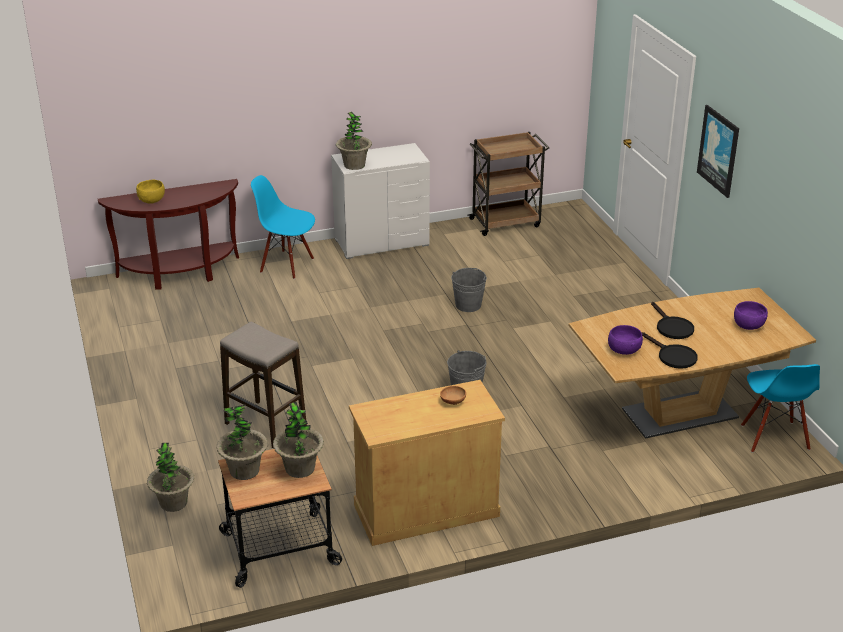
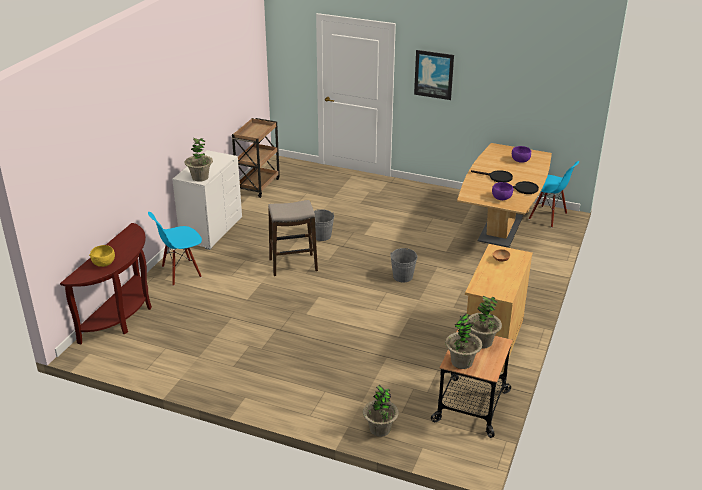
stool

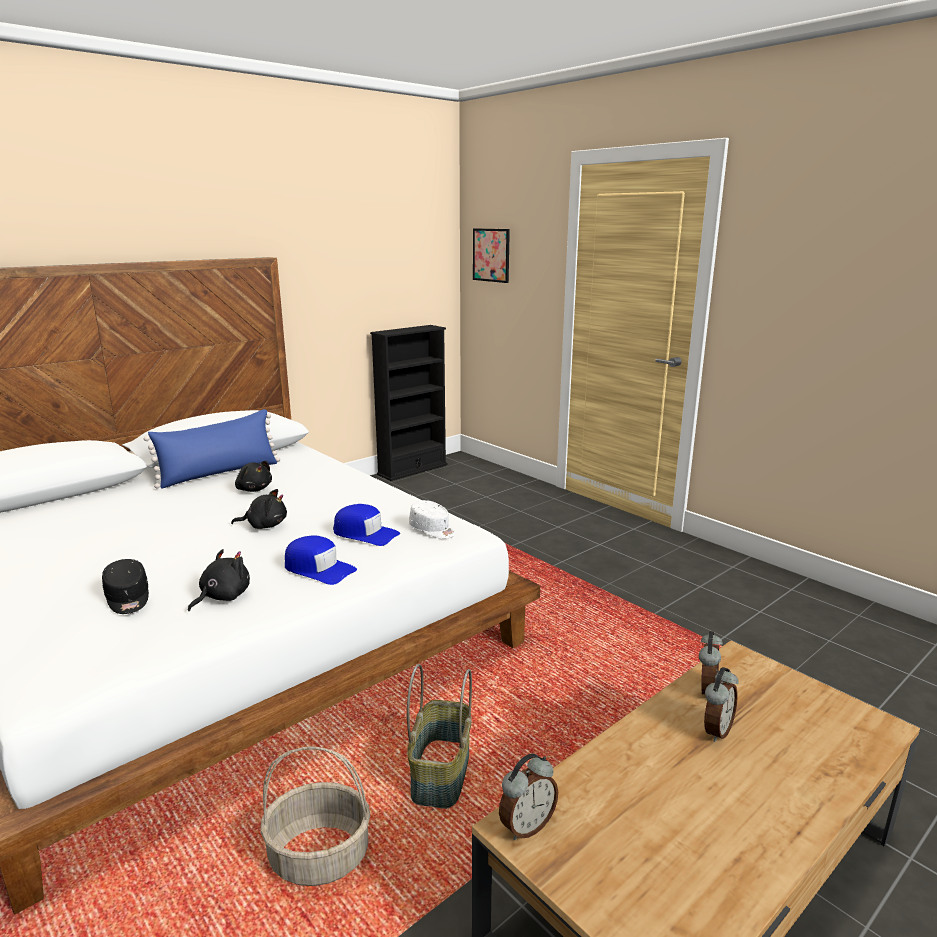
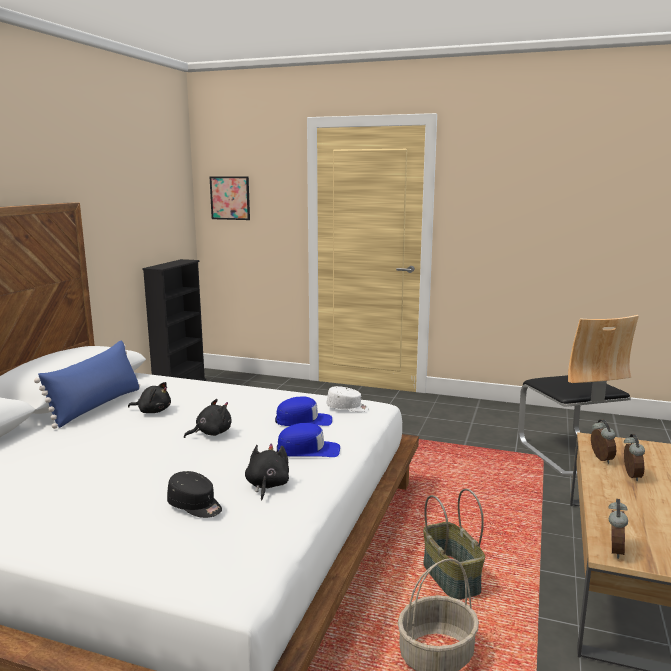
chair

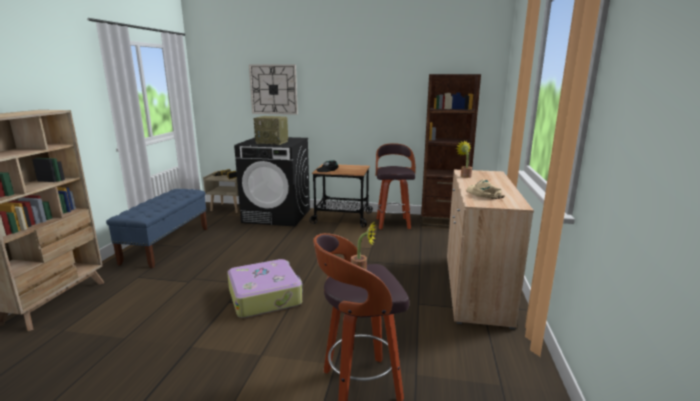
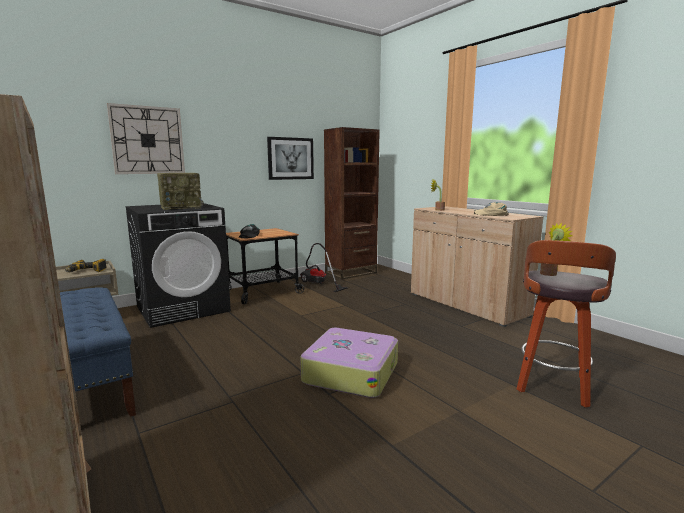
picture
vacuum cleaner

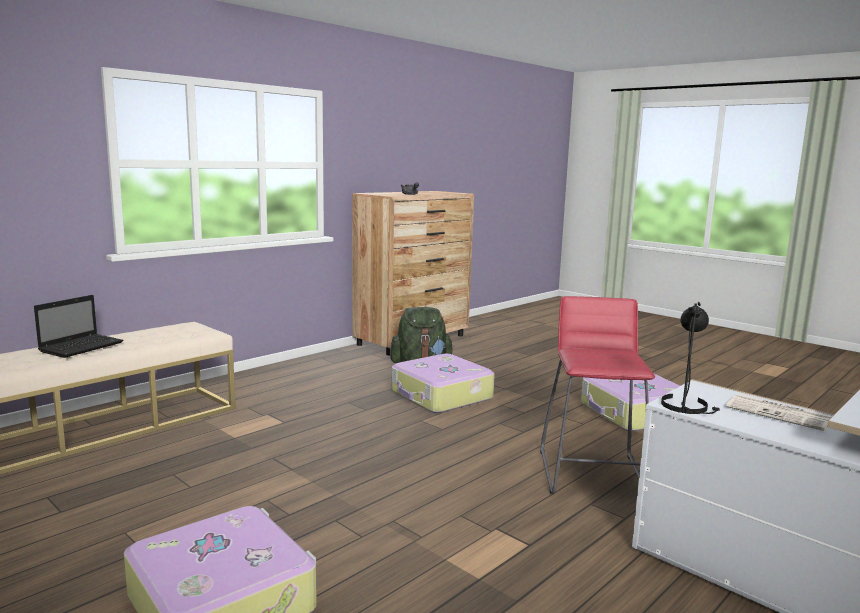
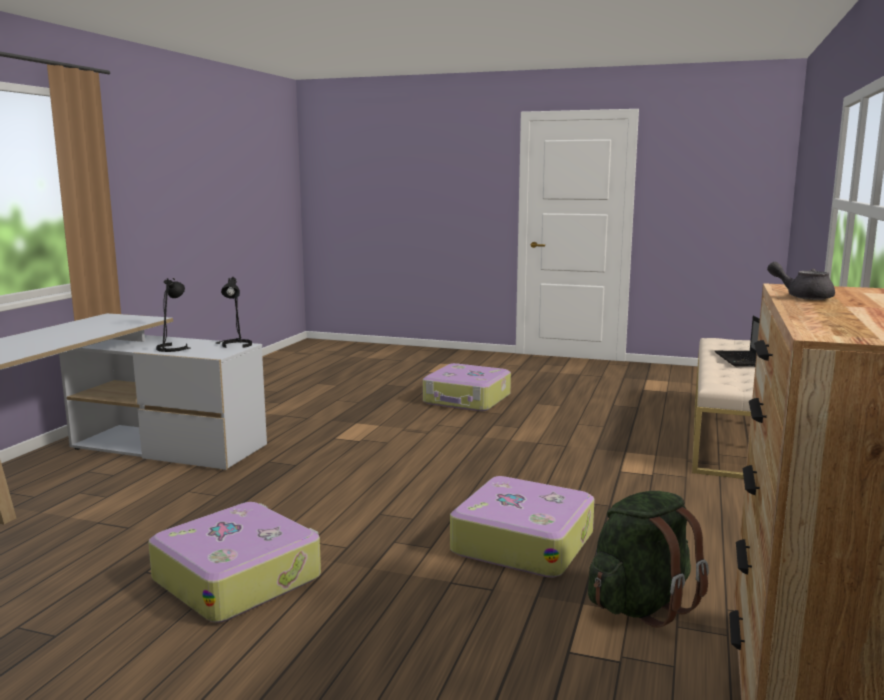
red-coloured stool
blackish tabletop lamp (no. 1 from left)

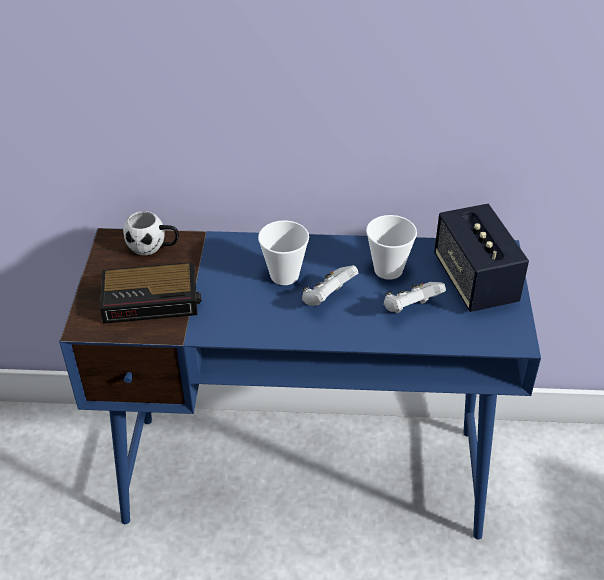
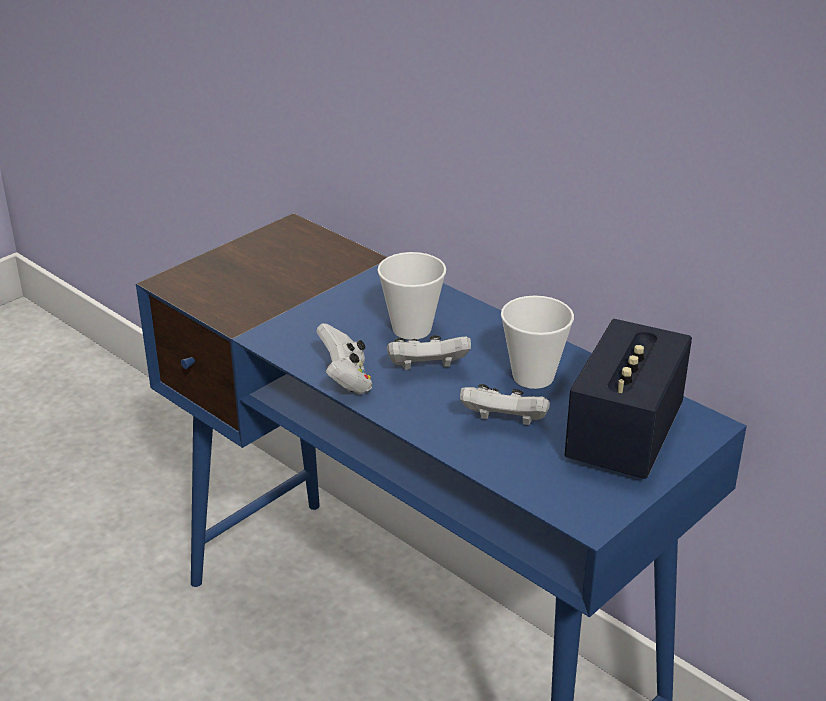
table clock
white-coloured coffee mug
white-coloured joypad (no. 1 from left)

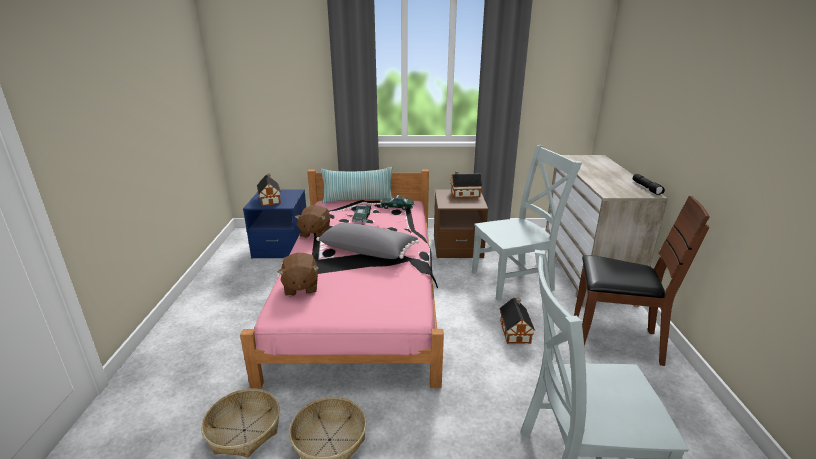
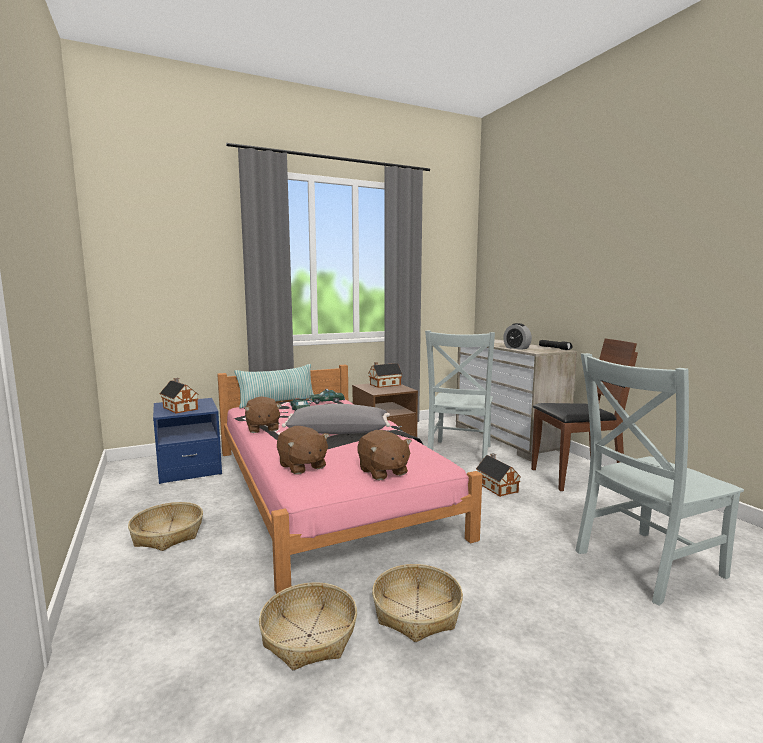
basket (no. 1 from left)
brownish cuddly toy (no. 3 from left)
table clock
greyish chair (no. 1 from left)

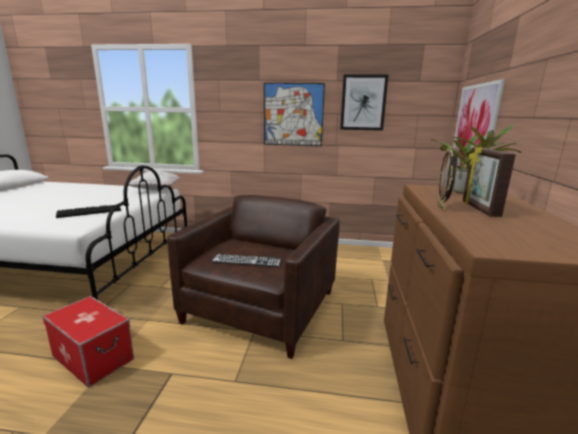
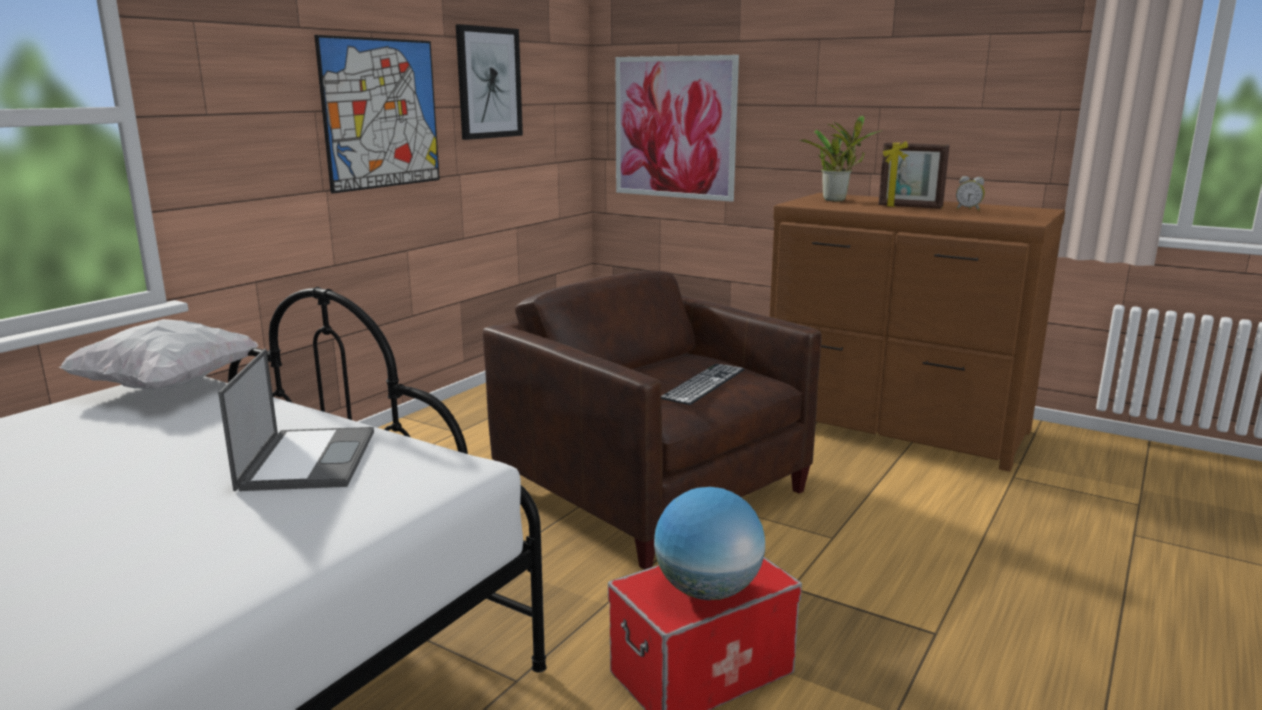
photo frame (no. 1 from left in the first image)
globe
table clock
notebook computer

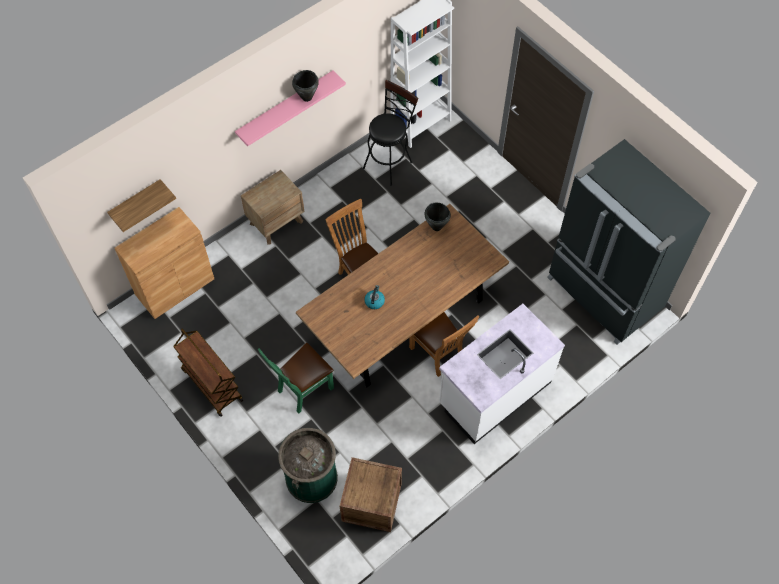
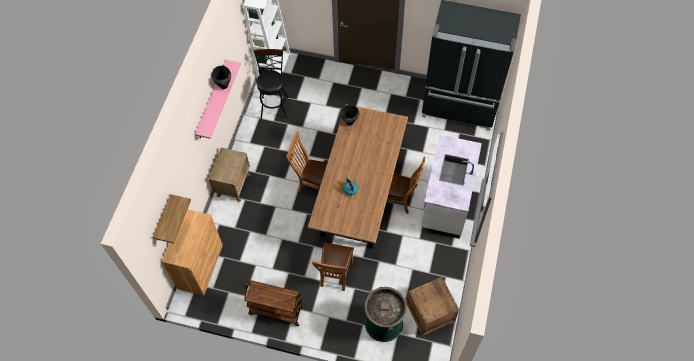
brownish chair (no. 2 from left)

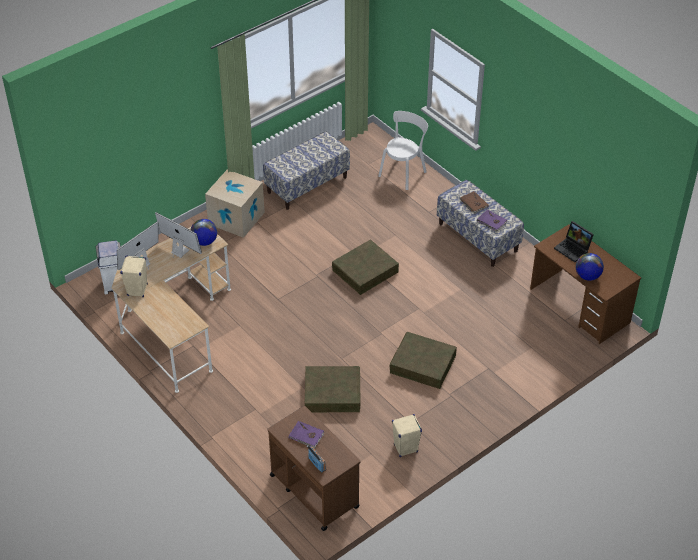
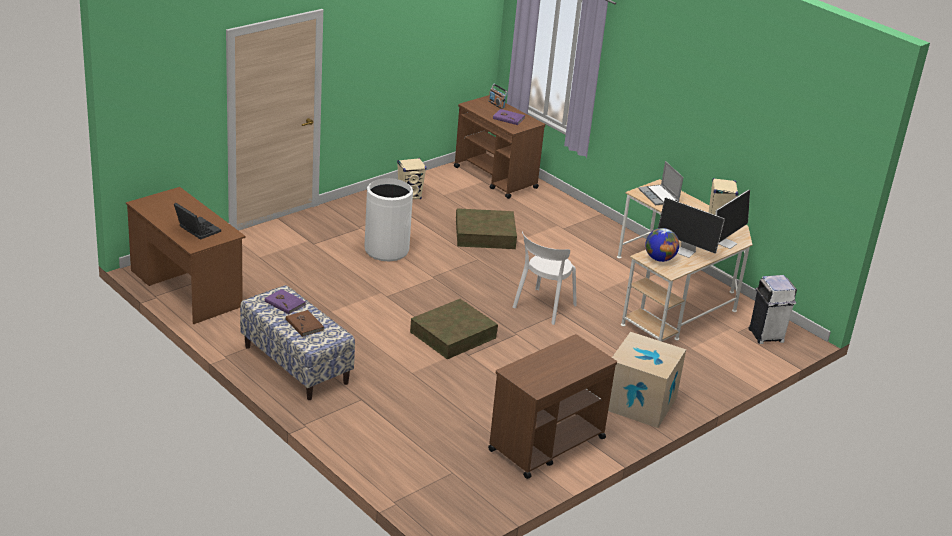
globe (no. 2 from left in the first image)
notebook computer (no. 2 from left)
white-coloured chair
brownish cart (no. 2 from left)
white-coloured rubbish bin (no. 1 from left)

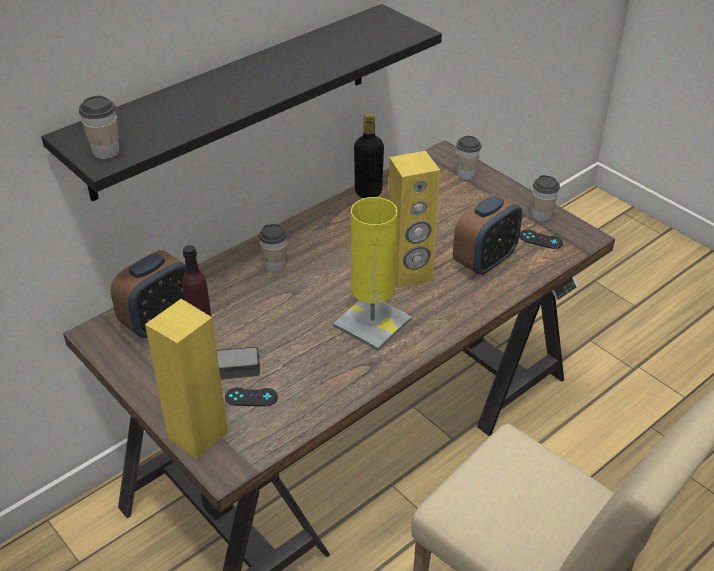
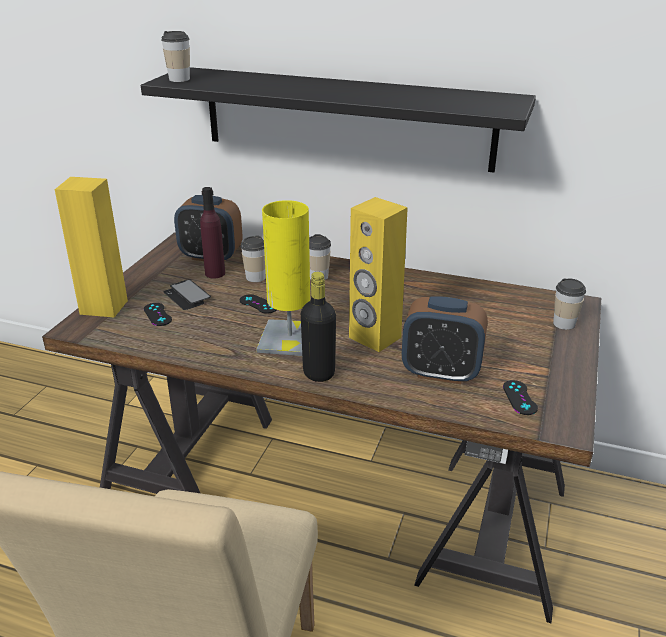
blackish joypad (no. 2 from left)
blackish drink bottle
drinking cup (no. 2 from left)

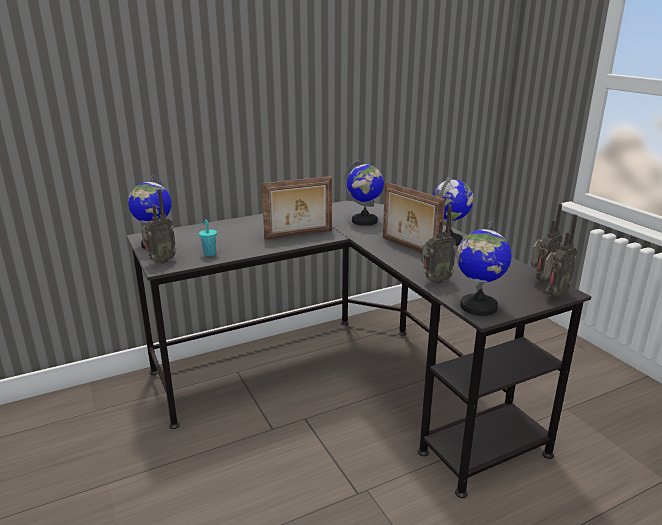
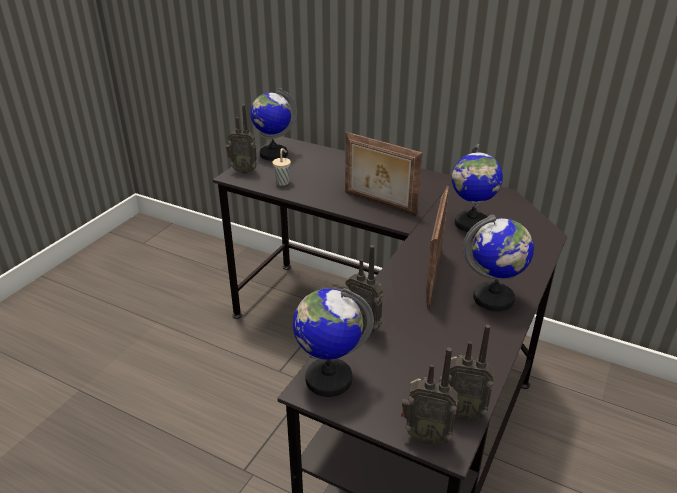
beige-coloured drinking cup

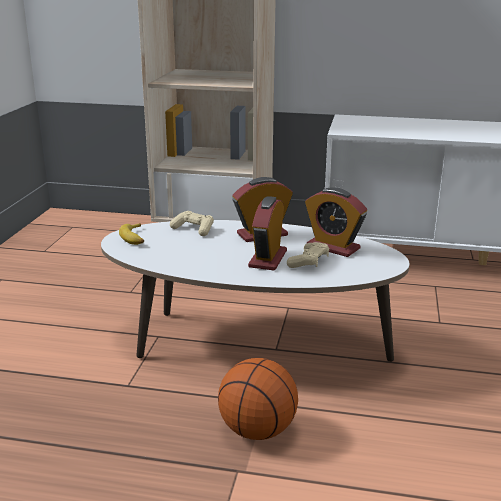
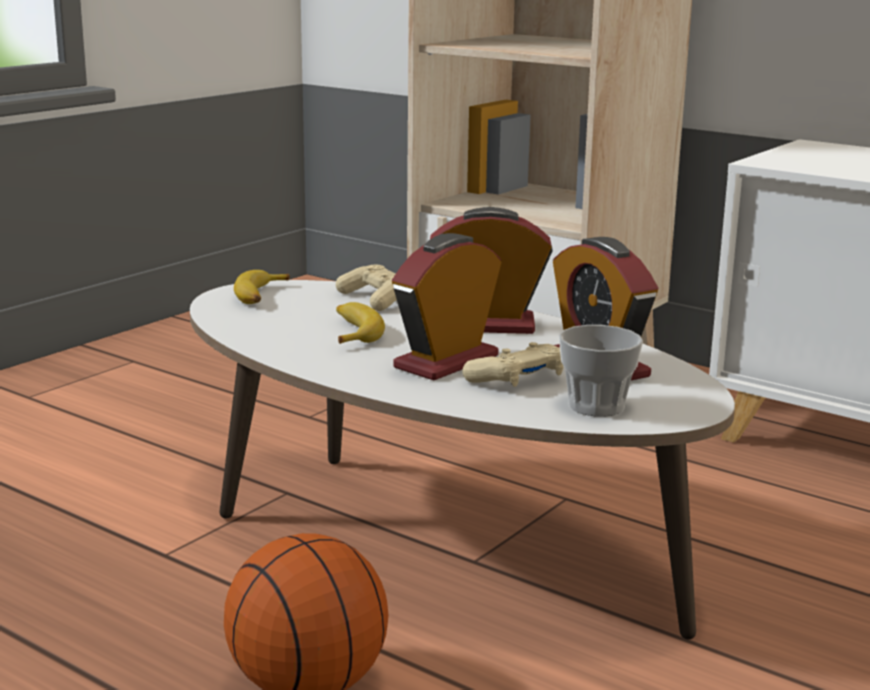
banana fruit (no. 2 from left)
drinking cup

